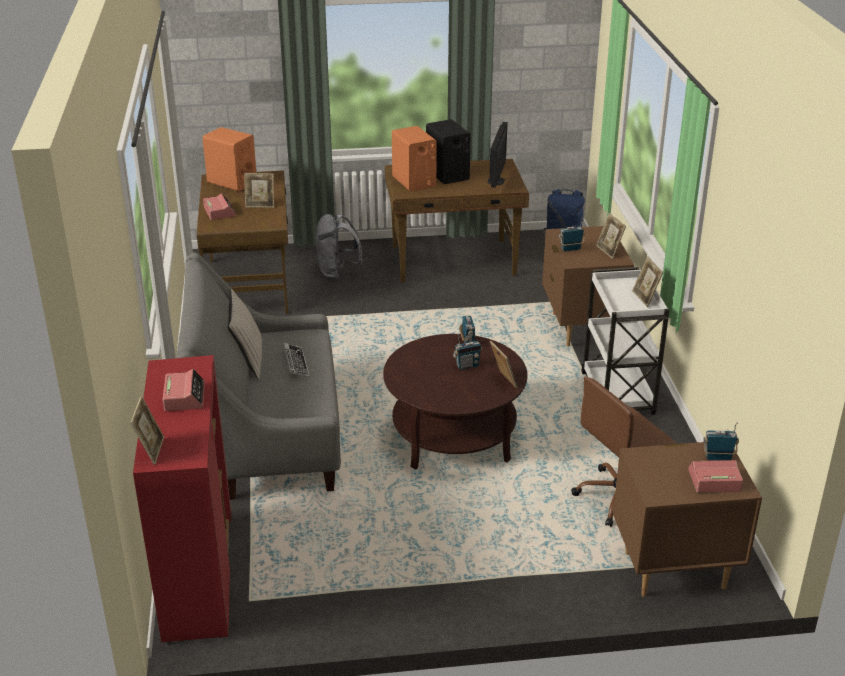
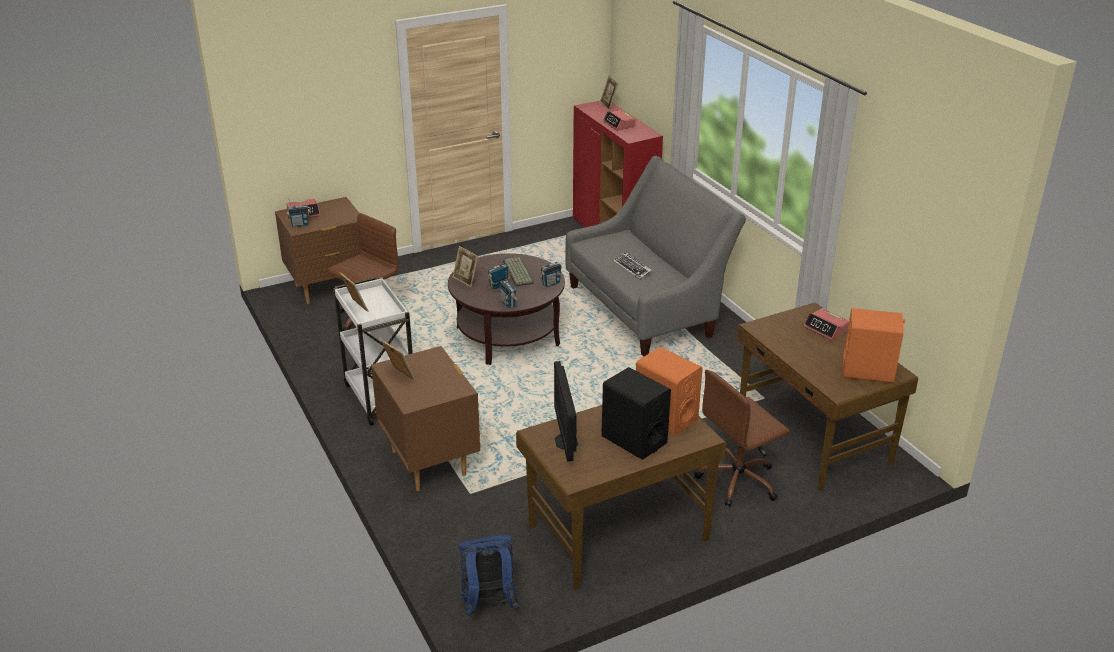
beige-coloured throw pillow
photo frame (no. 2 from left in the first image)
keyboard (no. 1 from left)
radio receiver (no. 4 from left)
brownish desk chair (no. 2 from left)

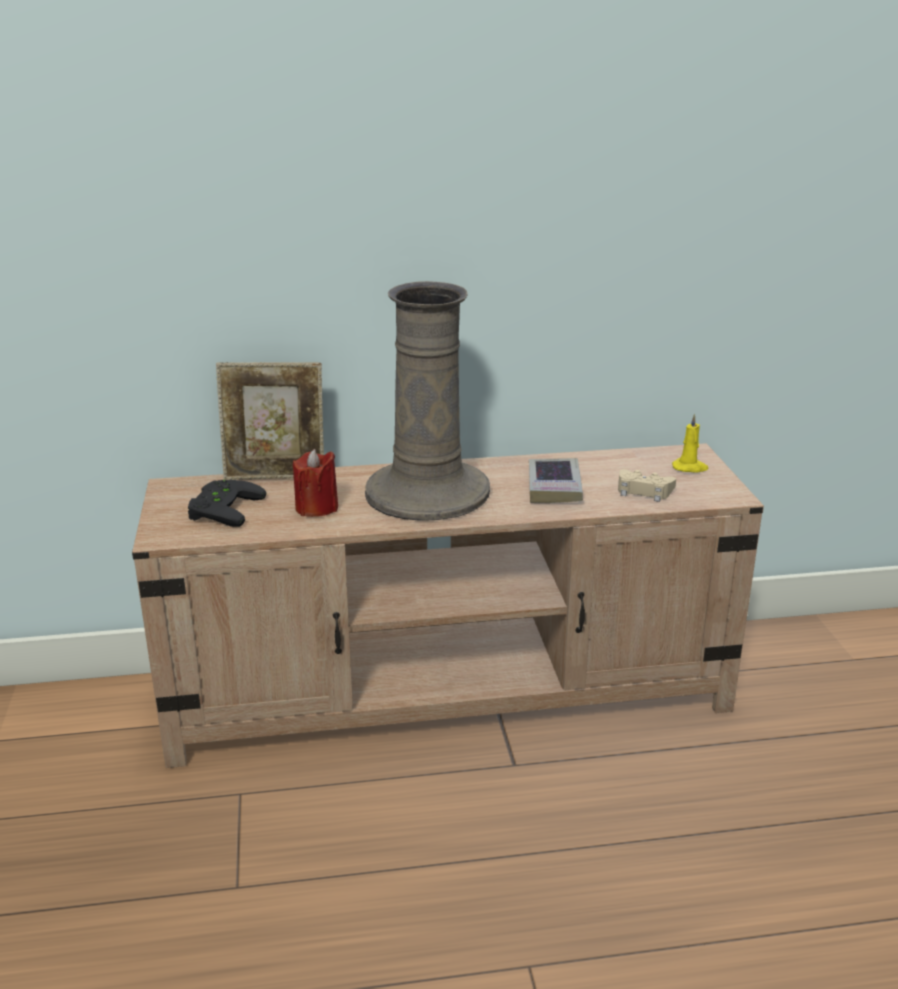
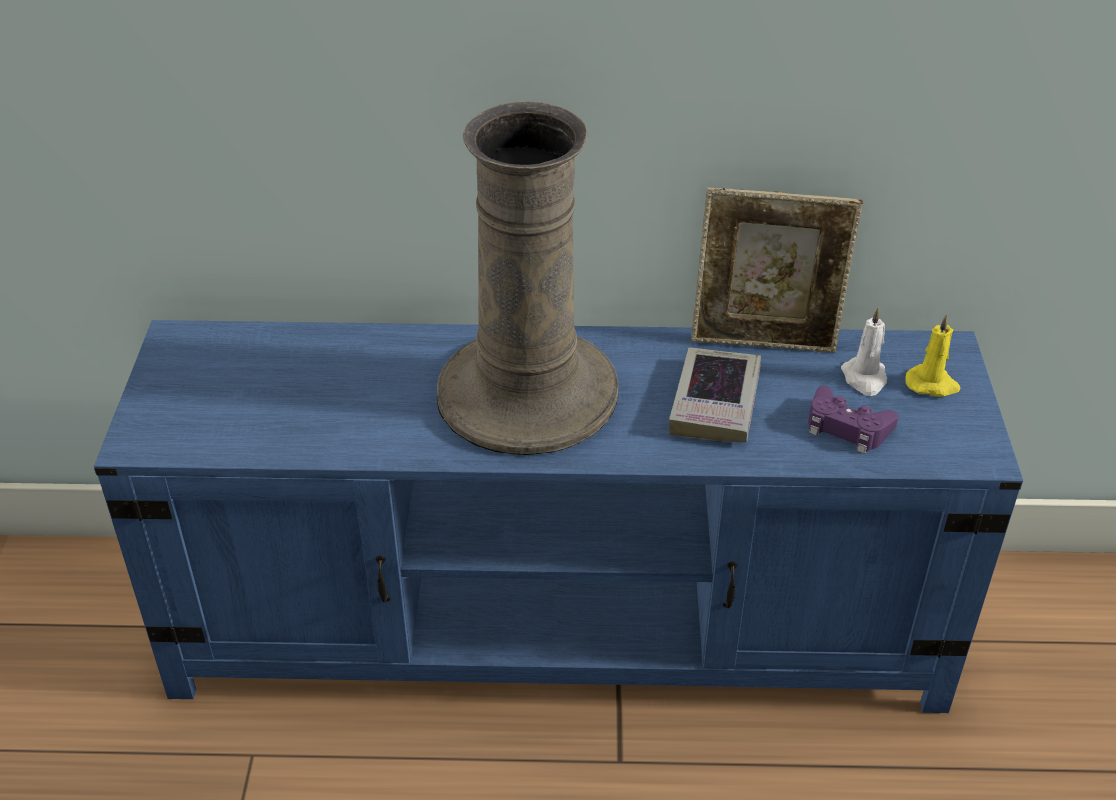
blackish joypad
red-coloured candle
white-coloured candle
photo frame
bluish media console
purplish joypad

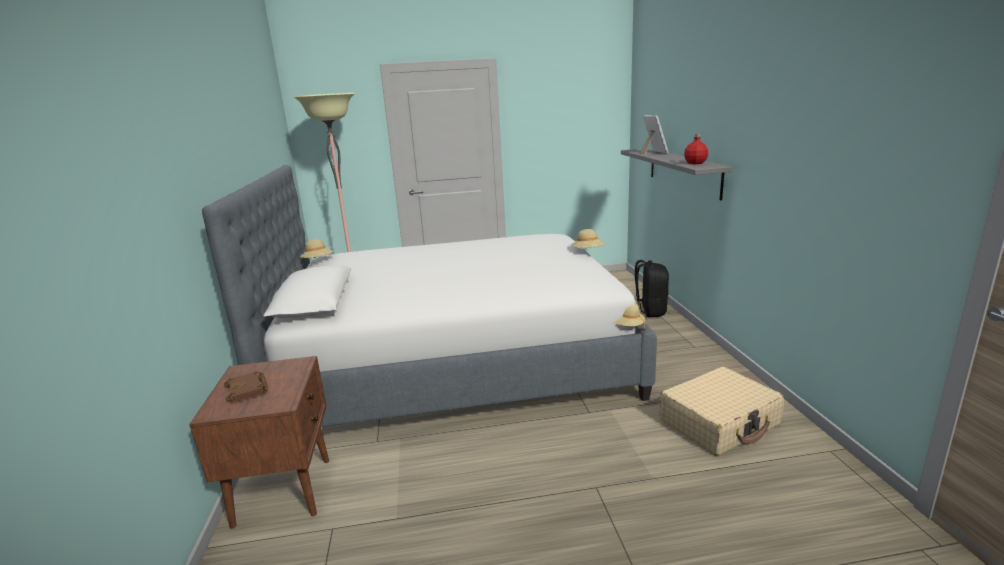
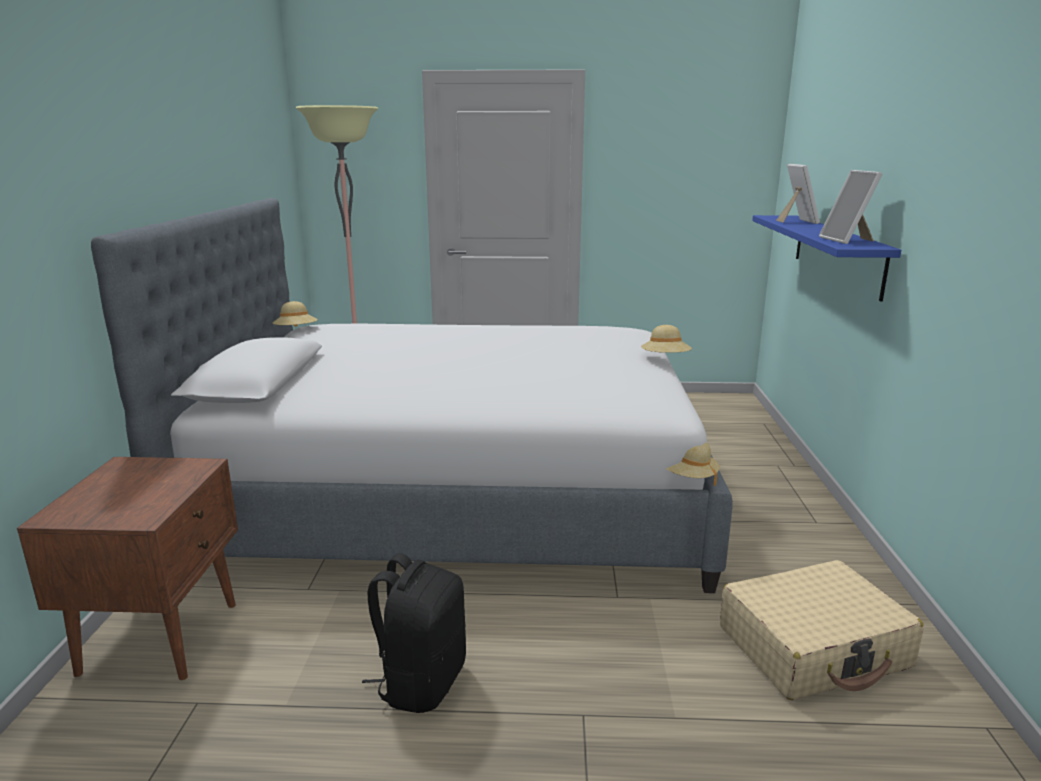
brownish bound book
blackish backpack
photo frame (no. 2 from left)
bluish shelf

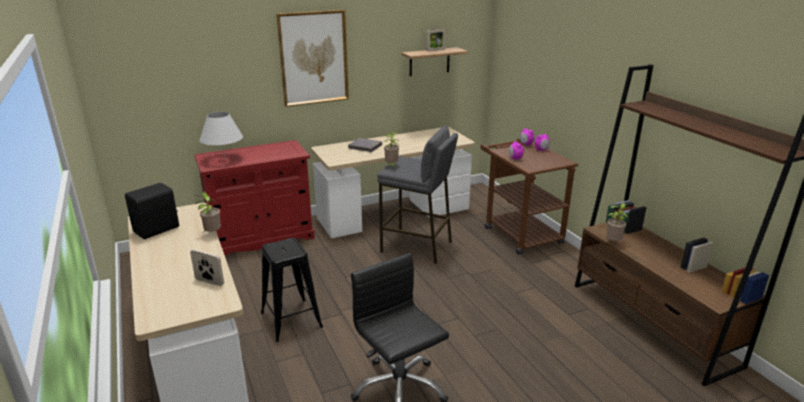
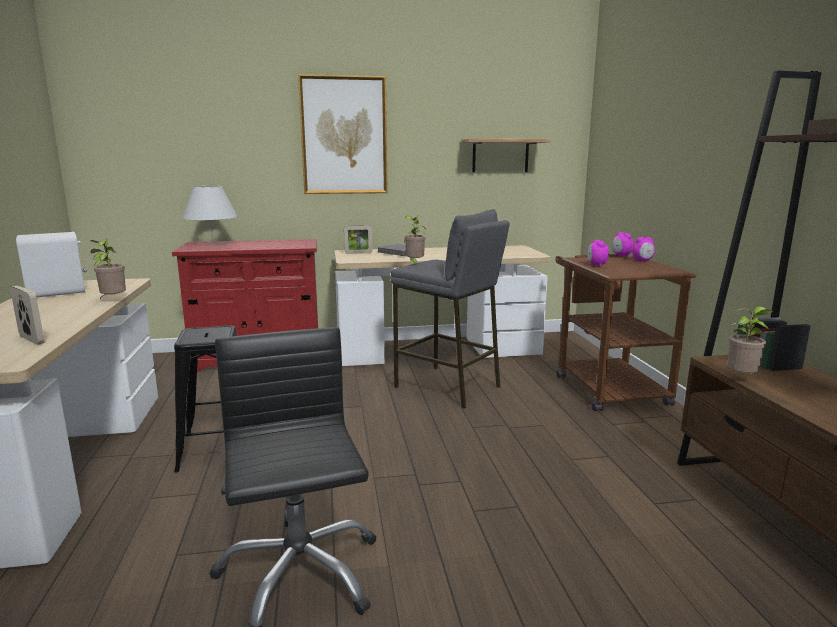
photo frame (no. 2 from left)
white-coloured loudspeaker

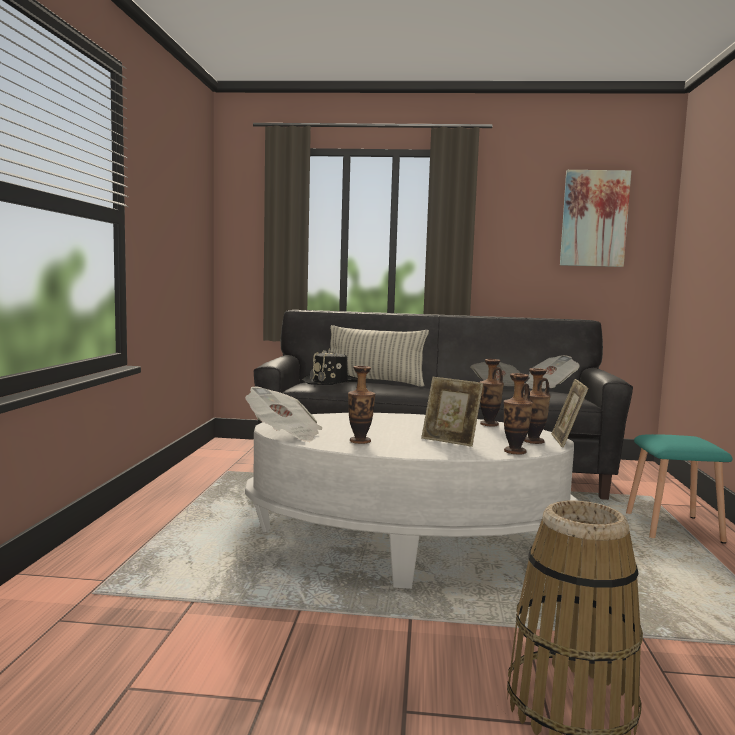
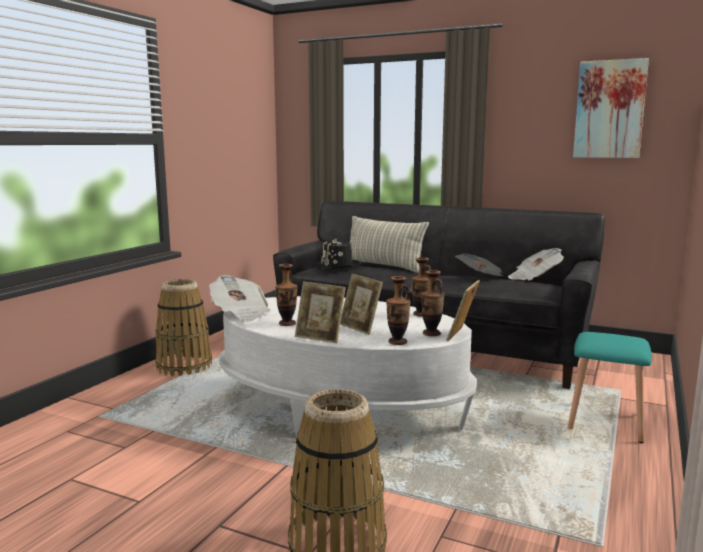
basket (no. 1 from left)
photo frame (no. 1 from left)

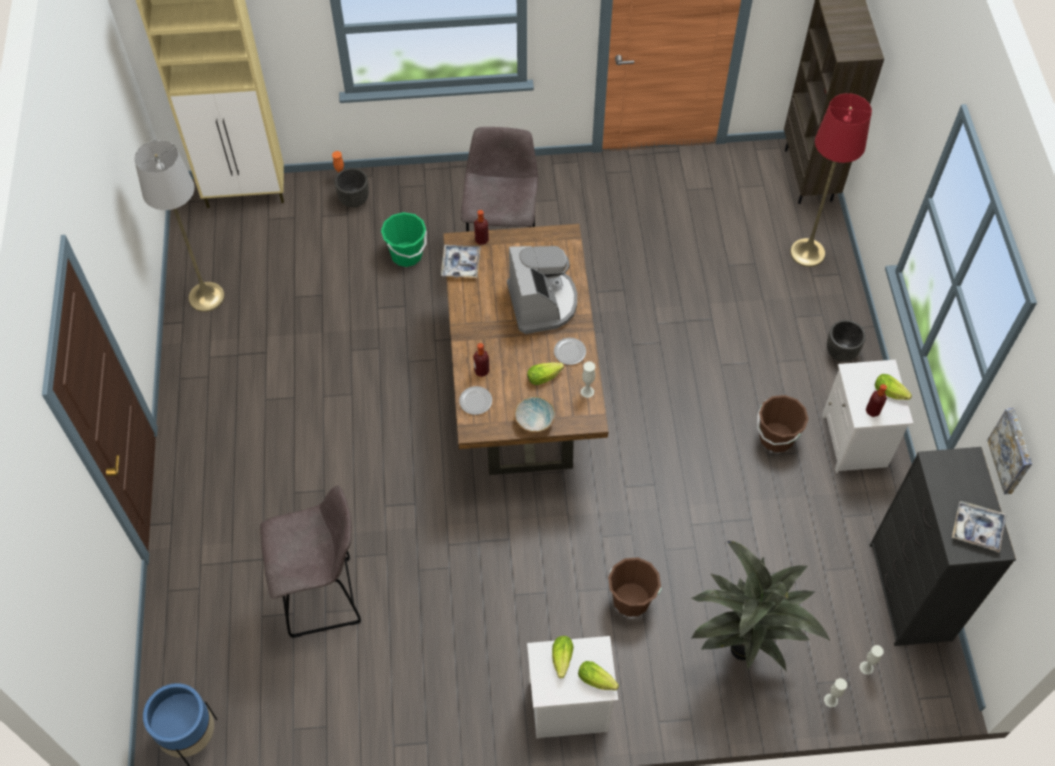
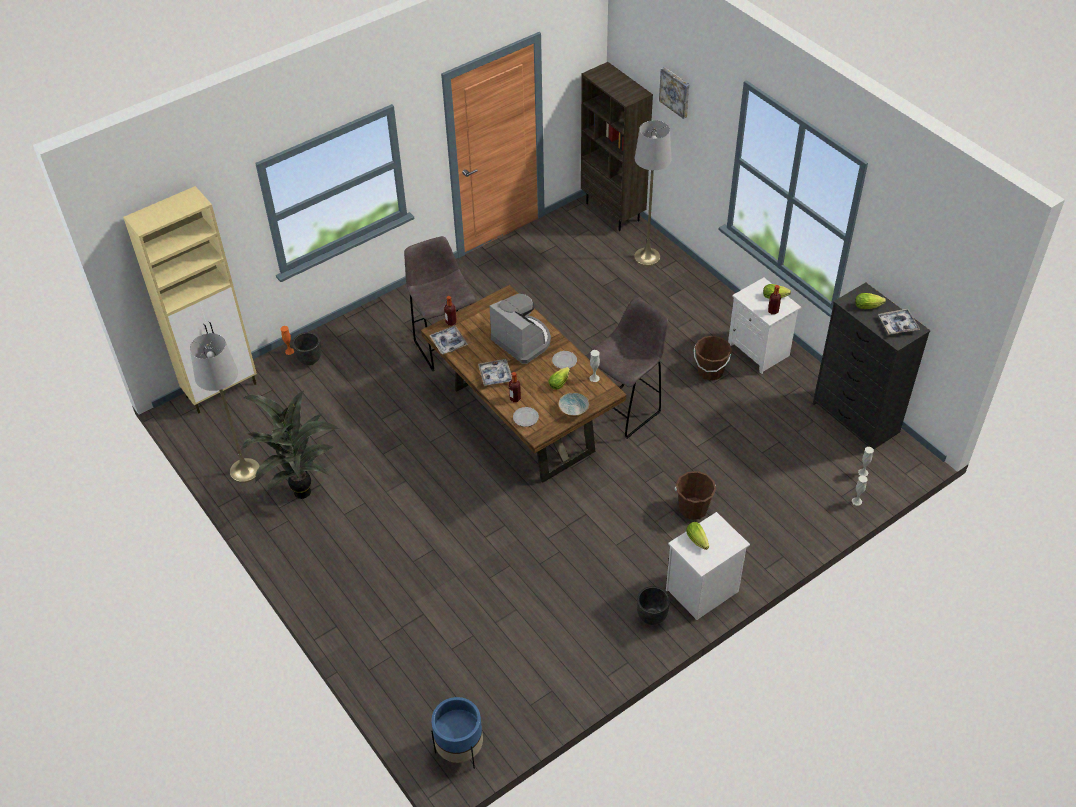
greenish water bucket
tray (no. 2 from left)
greyish stool (no. 2 from left)
lettuce (no. 4 from left)
houseplant
blackish flower pot (no. 2 from left)
picture
greyish standard lamp (no. 2 from left)

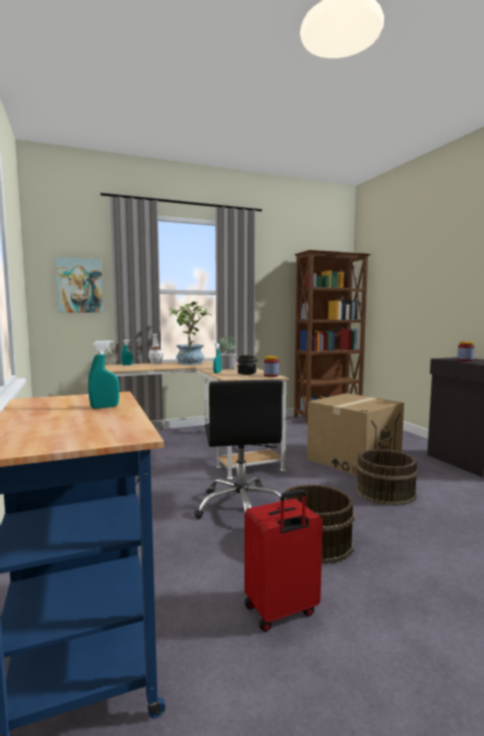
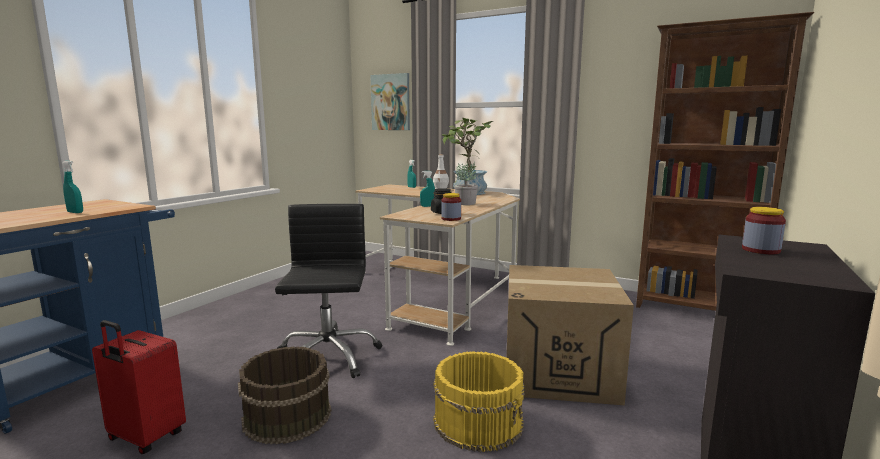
yellow-coloured water bucket
blackish desk chair

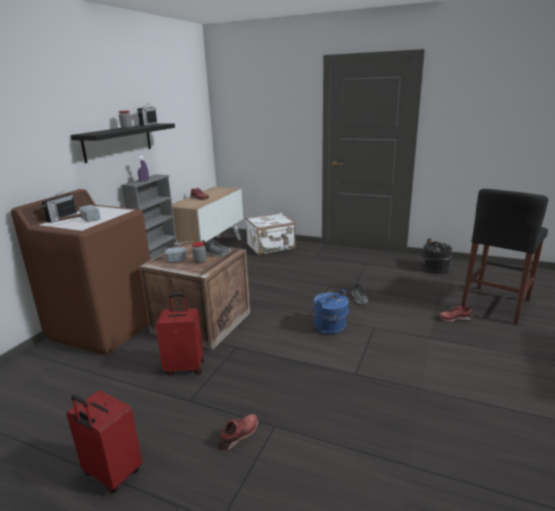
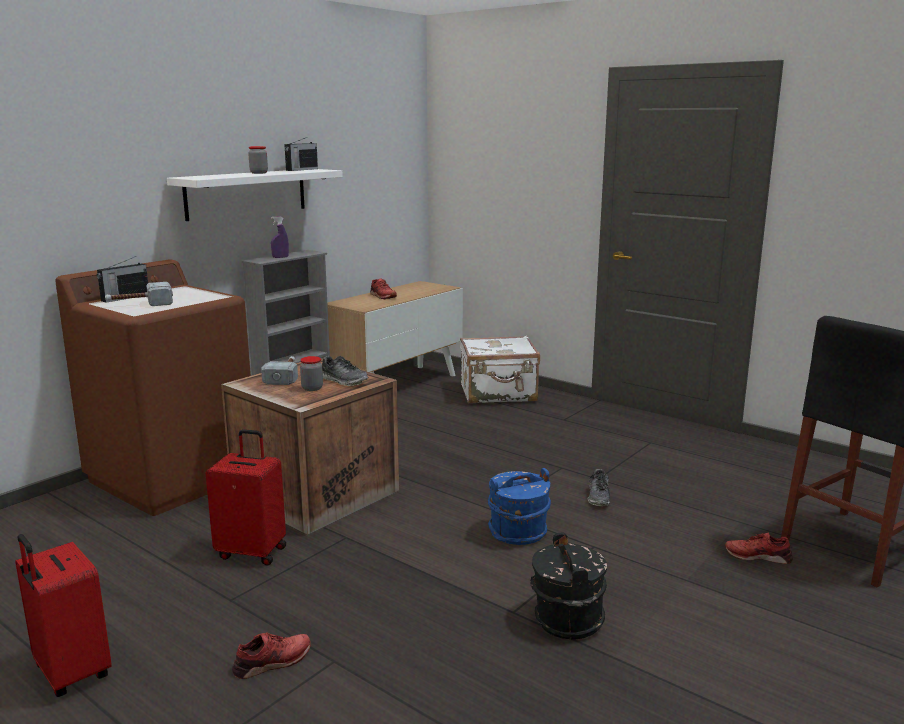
blackish water bucket
white-coloured shelf

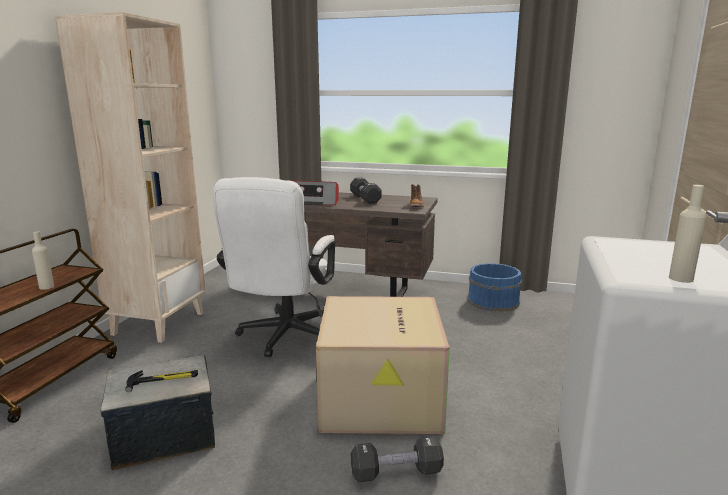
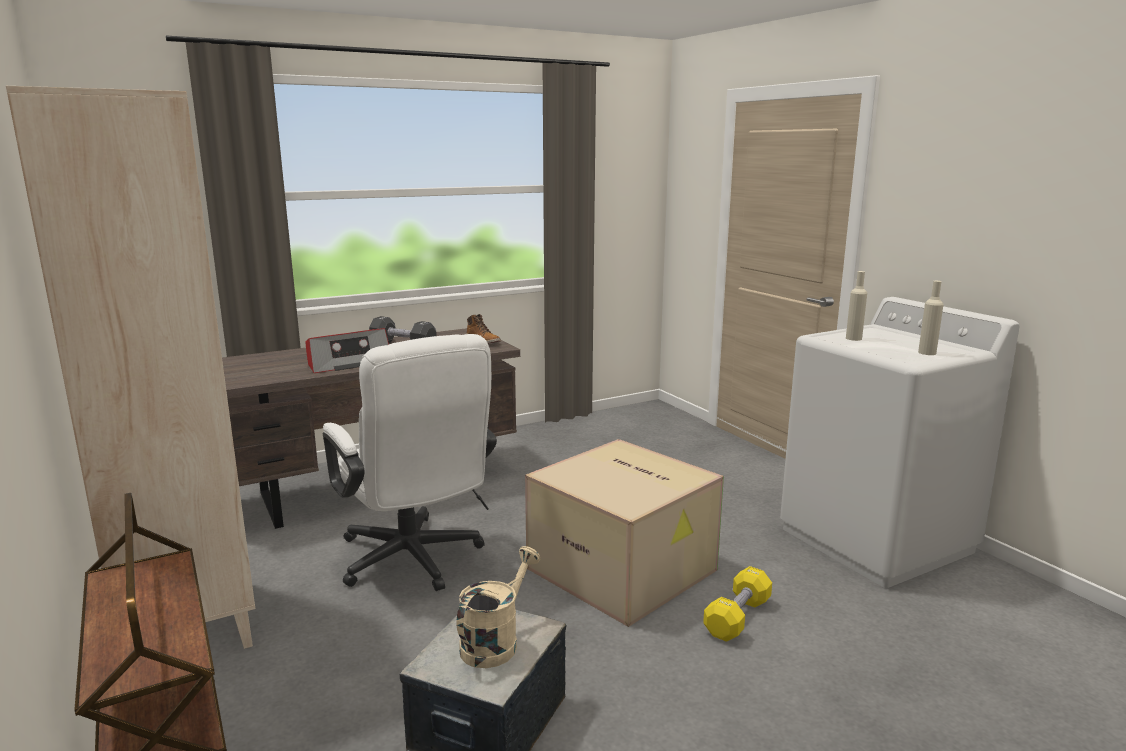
bluish water bucket
beige-coloured drink bottle (no. 1 from left)
beige-coloured watering can
yellow-coloured hand weight

